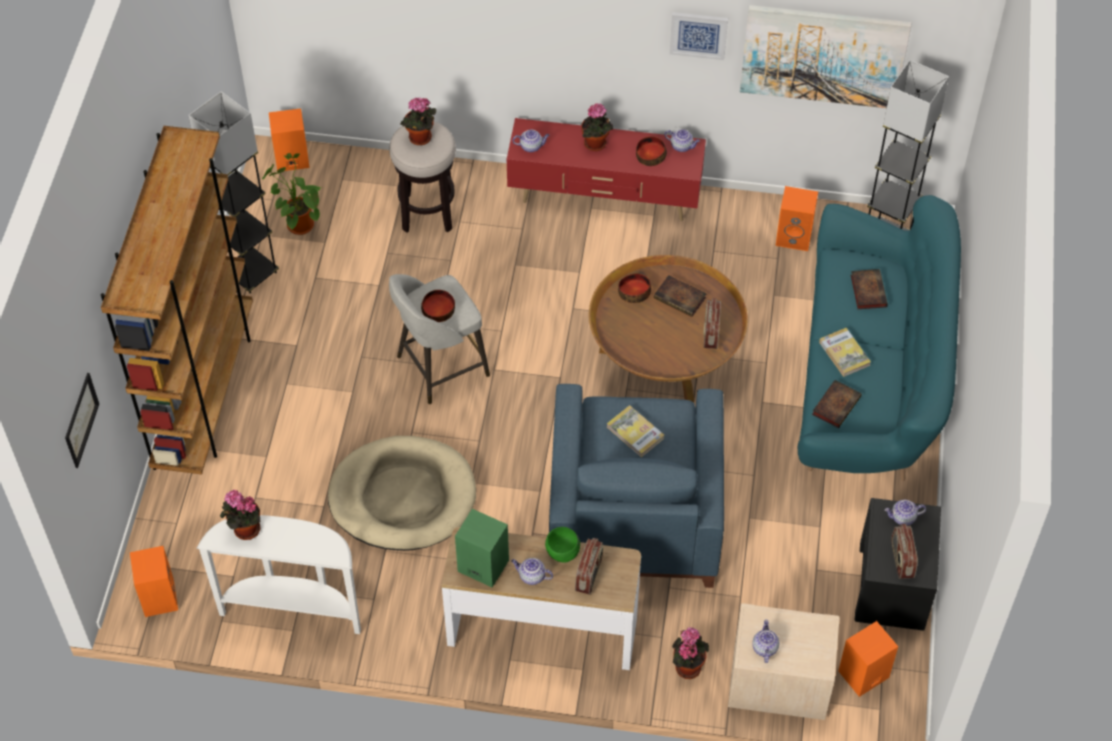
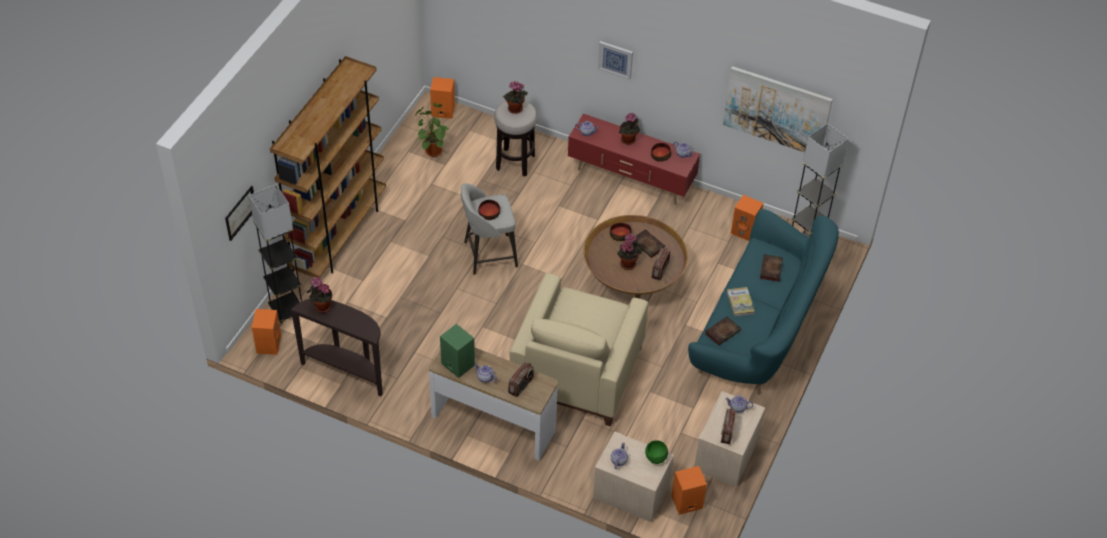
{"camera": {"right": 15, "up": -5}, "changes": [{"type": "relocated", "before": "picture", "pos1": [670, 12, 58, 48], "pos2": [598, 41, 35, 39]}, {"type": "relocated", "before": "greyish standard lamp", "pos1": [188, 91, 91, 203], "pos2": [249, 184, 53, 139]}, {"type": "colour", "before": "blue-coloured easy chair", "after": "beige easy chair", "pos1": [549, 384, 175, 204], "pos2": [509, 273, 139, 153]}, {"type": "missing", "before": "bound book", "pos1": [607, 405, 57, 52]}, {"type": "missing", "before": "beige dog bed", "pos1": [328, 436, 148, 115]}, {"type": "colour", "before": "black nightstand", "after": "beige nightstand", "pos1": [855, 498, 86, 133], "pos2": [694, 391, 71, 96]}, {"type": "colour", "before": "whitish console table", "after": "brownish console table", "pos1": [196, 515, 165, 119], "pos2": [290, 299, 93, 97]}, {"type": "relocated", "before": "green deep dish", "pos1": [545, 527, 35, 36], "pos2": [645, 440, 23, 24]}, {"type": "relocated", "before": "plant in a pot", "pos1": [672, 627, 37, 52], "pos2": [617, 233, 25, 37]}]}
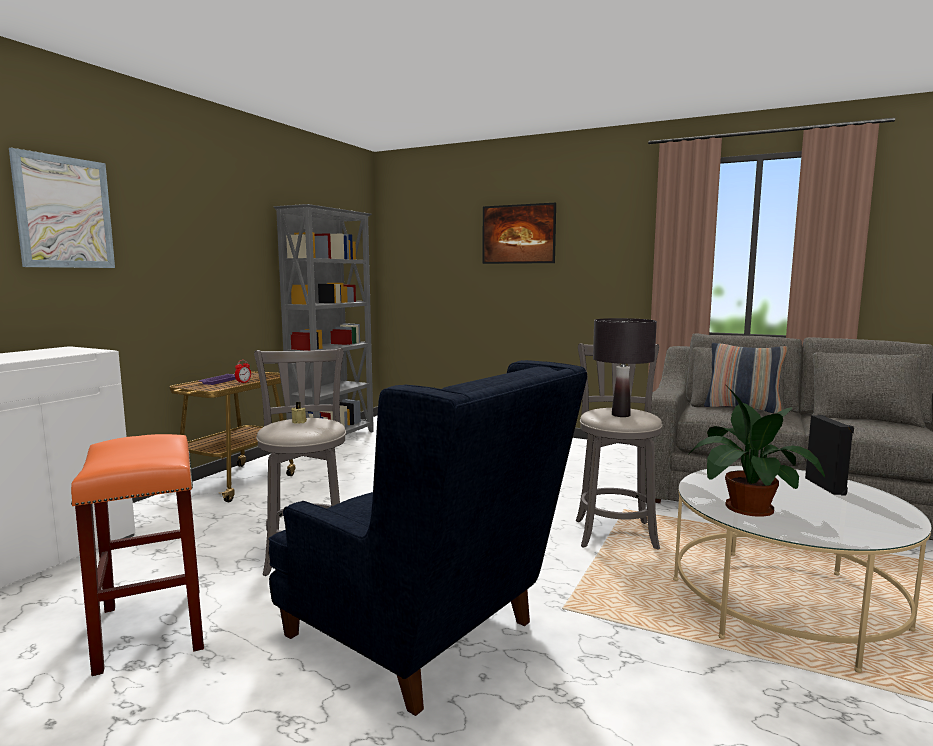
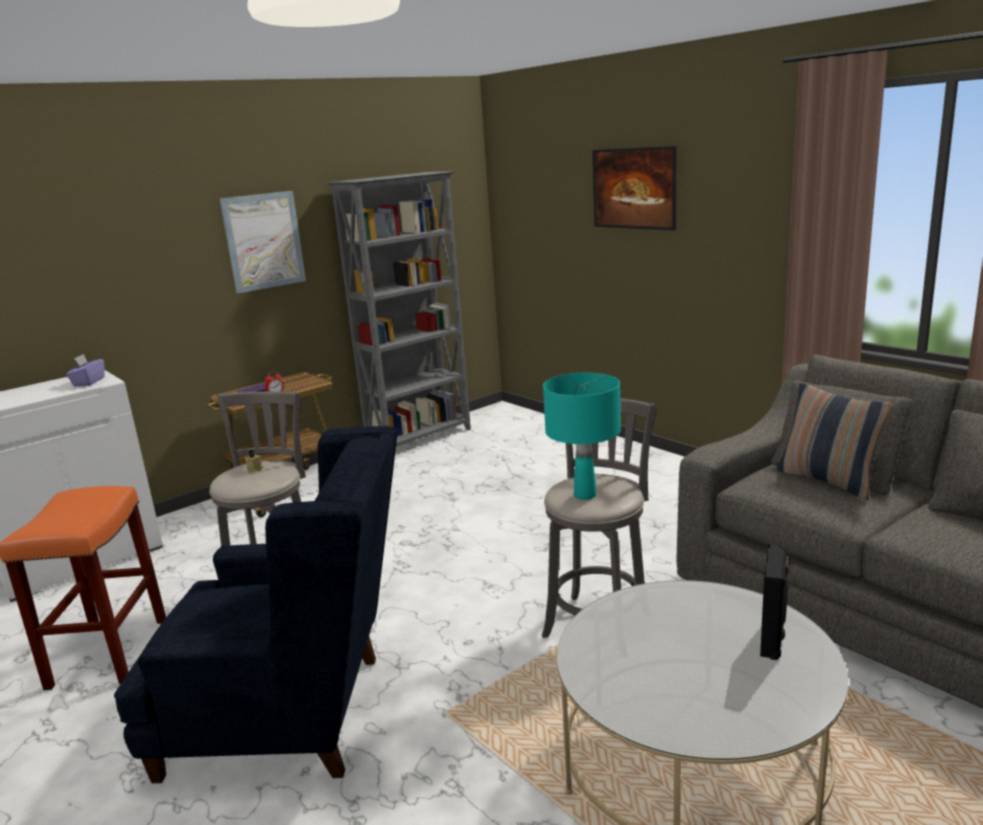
{"camera": {"right": 25, "up": 10}, "changes": [{"type": "relocated", "before": "picture", "pos1": [9, 148, 106, 120], "pos2": [220, 191, 86, 102]}, {"type": "colour", "before": "black tabletop lamp", "after": "turquoise-coloured tabletop lamp", "pos1": [593, 318, 64, 99], "pos2": [543, 373, 78, 127]}, {"type": "spun", "before": "blue-coloured easy chair", "pos1": [268, 360, 319, 356], "pos2": [114, 426, 283, 357], "turn": -60}, {"type": "missing", "before": "plant in a pot", "pos1": [688, 385, 137, 132]}, {"type": "appeared", "after": "purple tissue box", "pos2": [66, 354, 39, 32]}]}
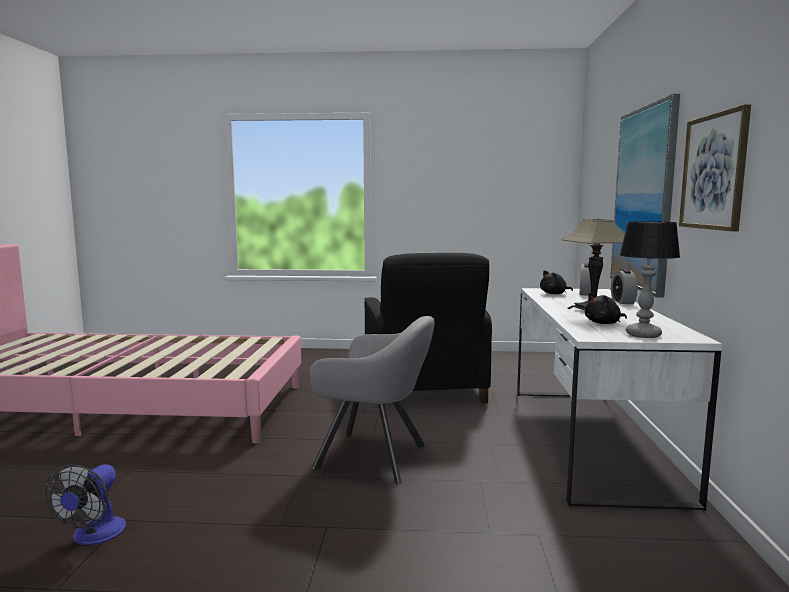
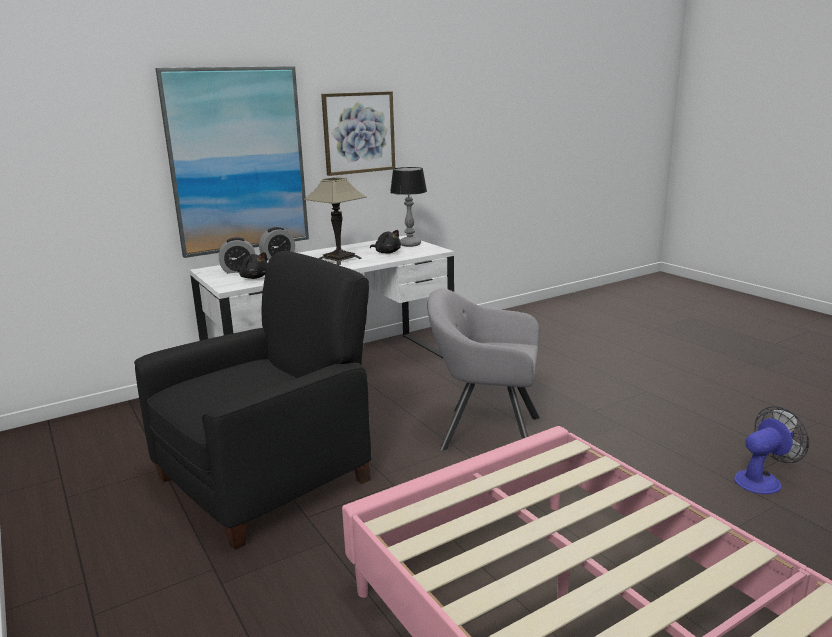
{"camera": {"right": -125, "up": 10}, "changes": [{"type": "spun", "before": "greyish easy chair", "pos1": [310, 316, 125, 168], "pos2": [427, 288, 113, 163], "turn": -60}]}
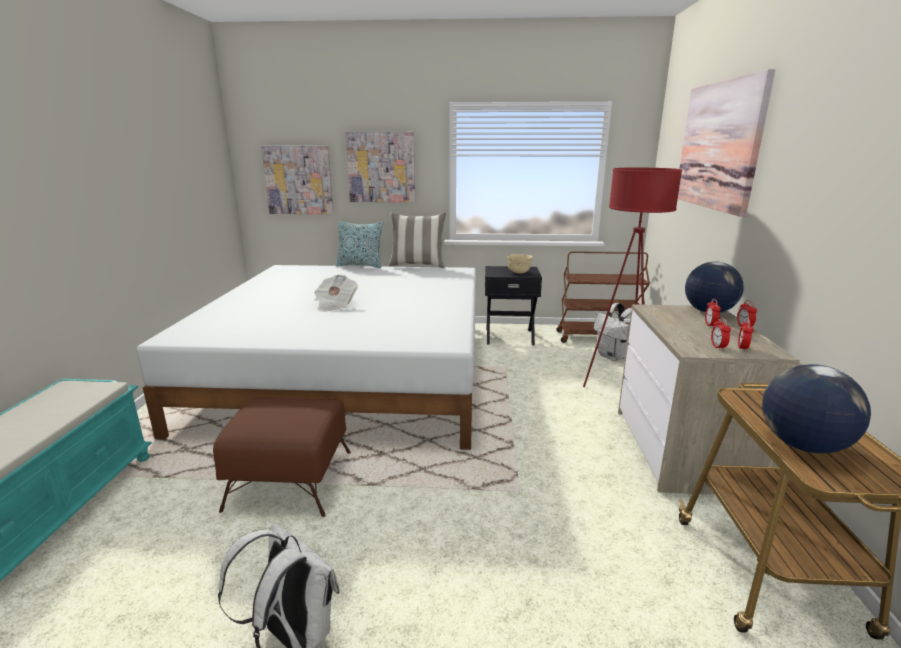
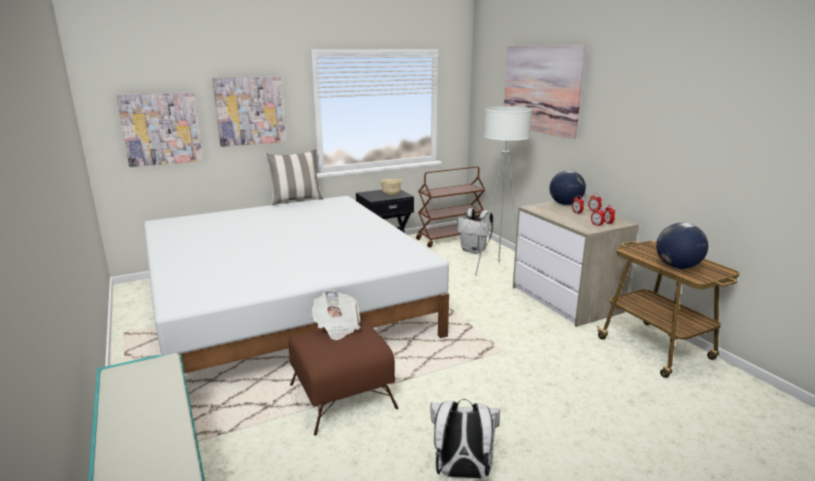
{"camera": {"right": -30, "up": 0}, "changes": [{"type": "colour", "before": "reddish standard lamp", "after": "whitish standard lamp", "pos1": [583, 168, 99, 219], "pos2": [475, 106, 57, 170]}, {"type": "missing", "before": "cushion", "pos1": [336, 222, 47, 46]}, {"type": "relocated", "before": "newspaper", "pos1": [314, 275, 44, 37], "pos2": [311, 290, 49, 50]}]}
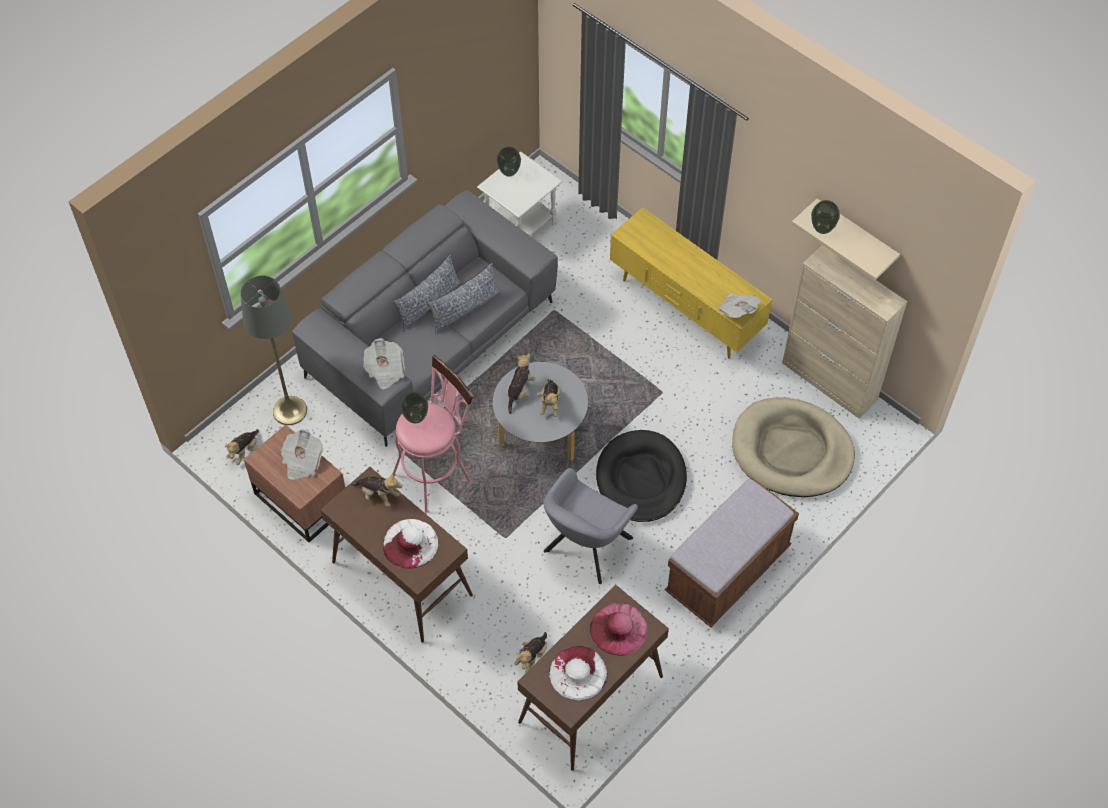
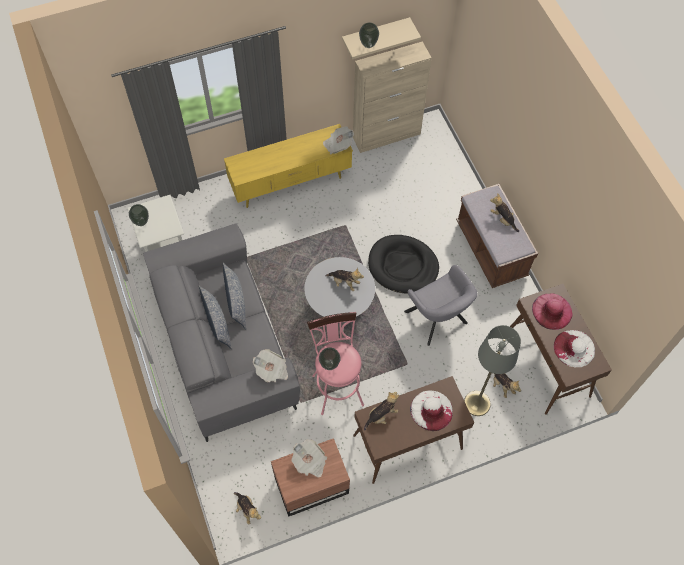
{"camera": {"right": -65, "up": 5}, "changes": [{"type": "relocated", "before": "greyish standard lamp", "pos1": [240, 276, 67, 149], "pos2": [464, 325, 57, 91]}, {"type": "relocated", "before": "cuddly toy", "pos1": [506, 354, 29, 60], "pos2": [490, 193, 29, 39]}, {"type": "missing", "before": "beige dog bed", "pos1": [732, 398, 123, 99]}]}
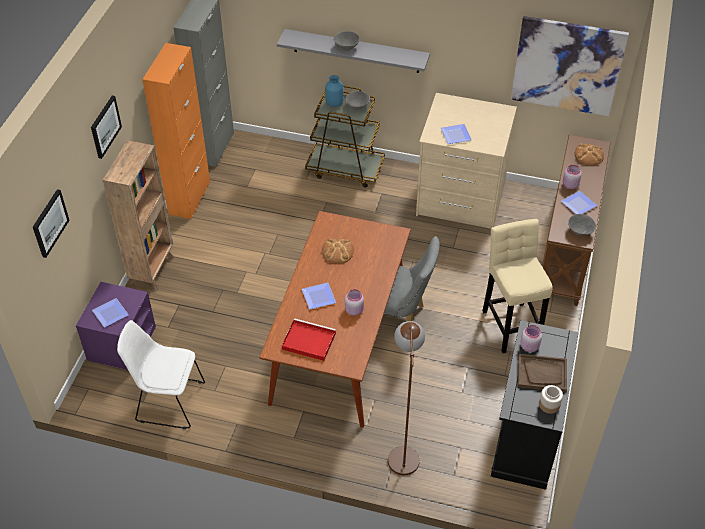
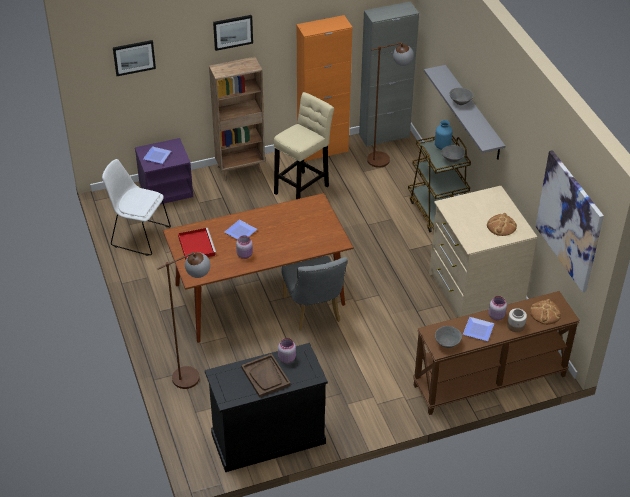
{"camera": {"right": 55, "up": -5}, "changes": [{"type": "missing", "before": "dinner plate", "pos1": [441, 124, 31, 20]}, {"type": "relocated", "before": "beige stool", "pos1": [482, 219, 70, 134], "pos2": [274, 92, 60, 107]}, {"type": "relocated", "before": "bakery bread", "pos1": [322, 238, 32, 26], "pos2": [487, 213, 30, 23]}, {"type": "spun", "before": "whitish plain chair", "pos1": [117, 320, 88, 109], "pos2": [102, 159, 69, 97], "turn": -45}, {"type": "relocated", "before": "jar", "pos1": [539, 385, 24, 29], "pos2": [507, 308, 20, 24]}, {"type": "appeared", "after": "brownish standard lamp", "pos2": [367, 42, 47, 126]}]}
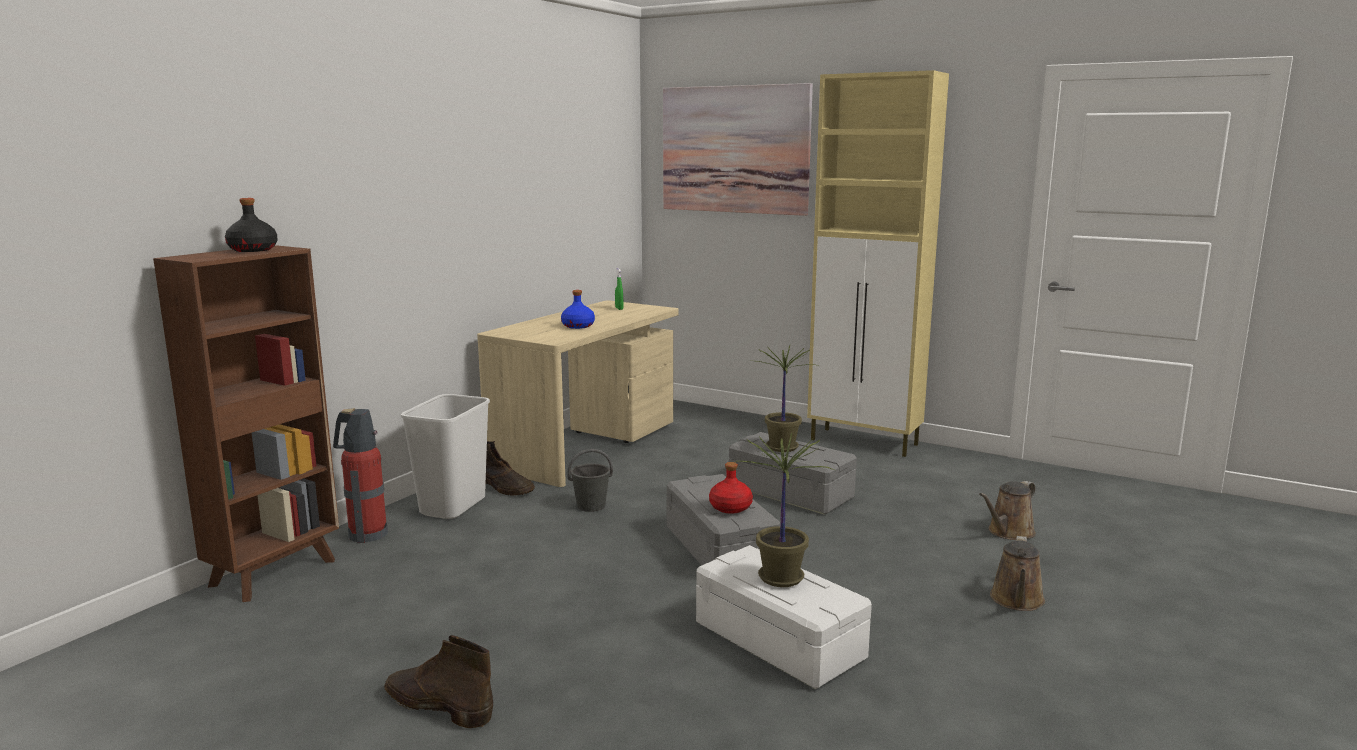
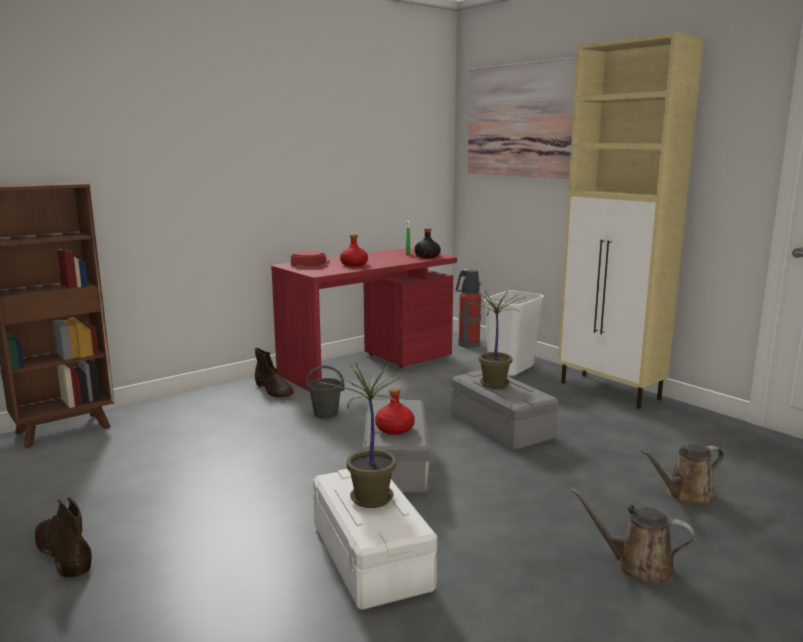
{"camera": {"right": 20, "up": 0}, "changes": [{"type": "relocated", "before": "black drink bottle", "pos1": [225, 198, 52, 54], "pos2": [414, 228, 27, 30]}, {"type": "colour", "before": "blue-coloured drink bottle", "after": "reddish drink bottle", "pos1": [561, 290, 34, 39], "pos2": [340, 234, 28, 33]}, {"type": "colour", "before": "beige desk", "after": "reddish desk", "pos1": [477, 300, 202, 187], "pos2": [271, 248, 186, 144]}, {"type": "relocated", "before": "whitish rubbish bin", "pos1": [401, 394, 89, 125], "pos2": [484, 290, 60, 86]}, {"type": "relocated", "before": "extinguisher", "pos1": [333, 408, 55, 135], "pos2": [456, 269, 25, 79]}, {"type": "spun", "before": "brownish sprinkling can", "pos1": [990, 536, 55, 75], "pos2": [570, 488, 124, 96], "turn": 75}, {"type": "appeared", "after": "reddish cap", "pos2": [291, 251, 39, 17]}]}
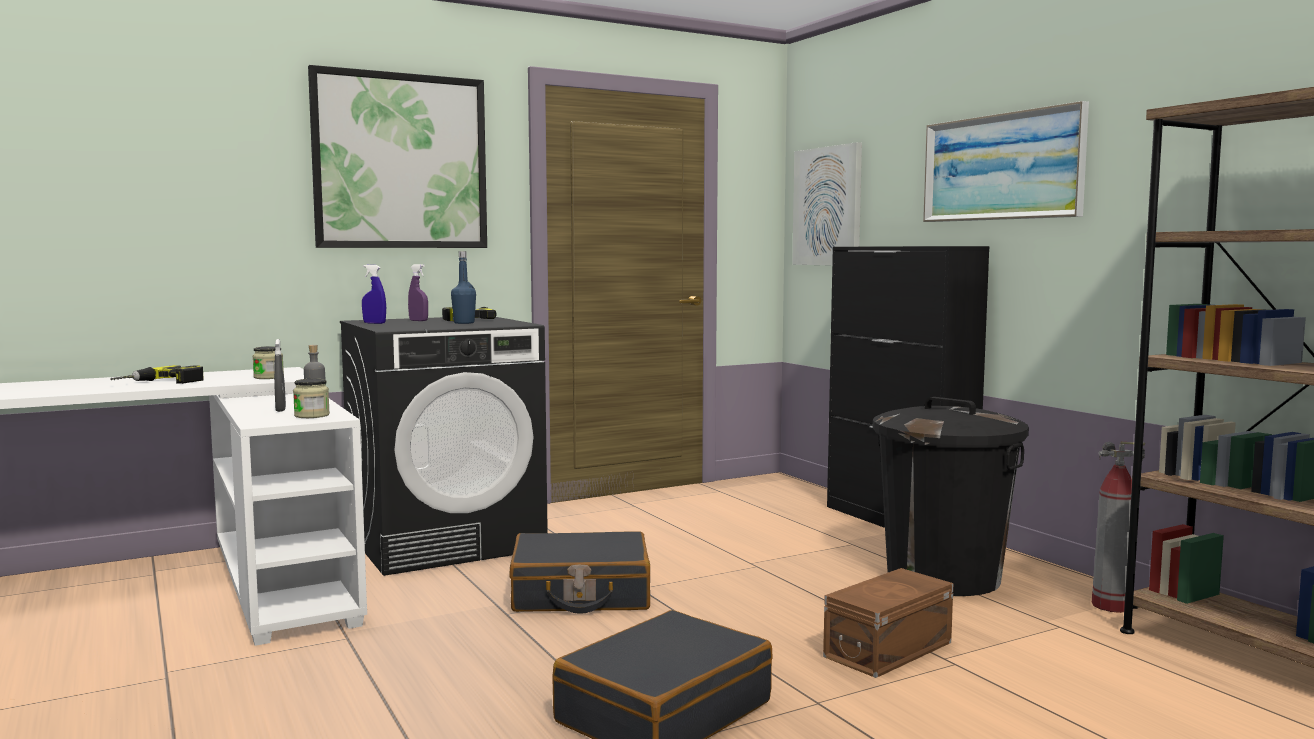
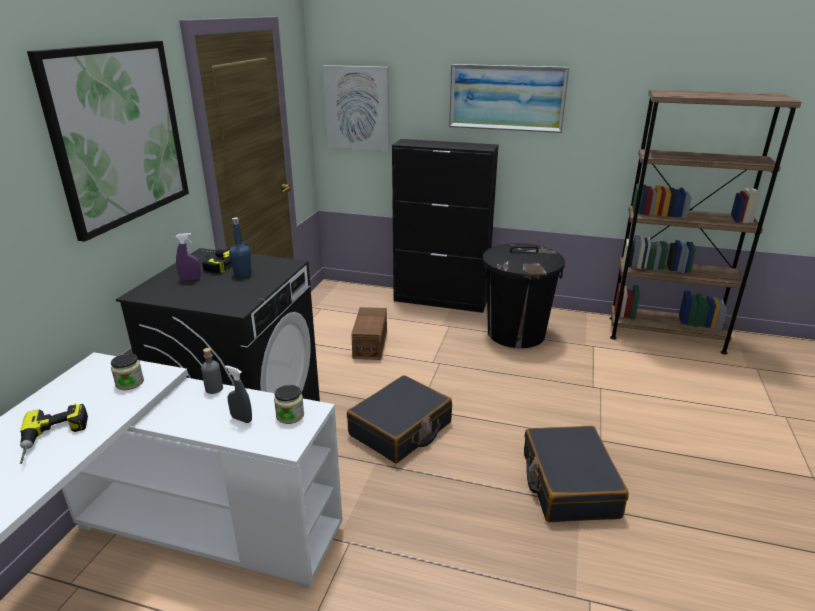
{"camera": {"right": -45, "up": 20}, "changes": [{"type": "missing", "before": "blue-coloured sprayer", "pos1": [362, 265, 24, 59]}, {"type": "missing", "before": "extinguisher", "pos1": [1092, 442, 53, 171]}, {"type": "relocated", "before": "brownish storage box", "pos1": [823, 568, 130, 110], "pos2": [351, 307, 36, 53]}]}
